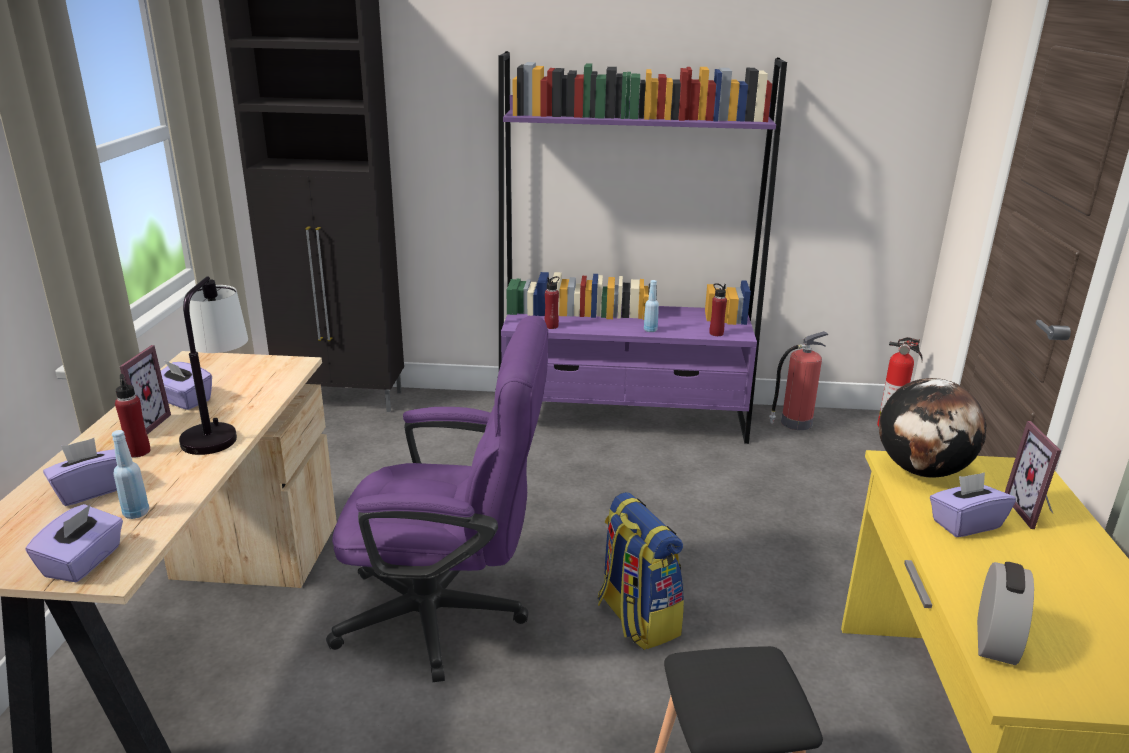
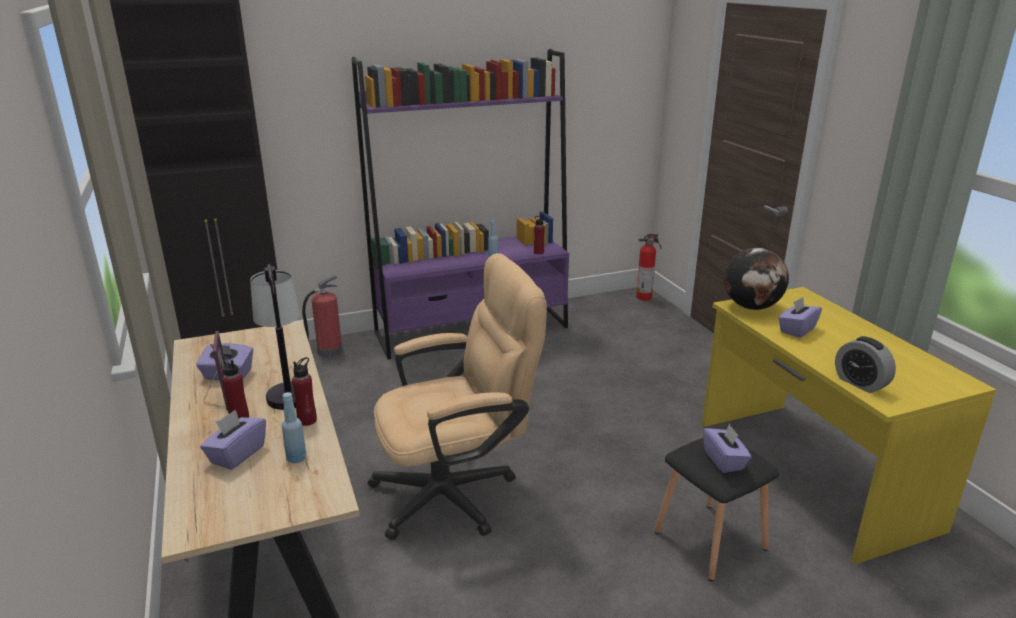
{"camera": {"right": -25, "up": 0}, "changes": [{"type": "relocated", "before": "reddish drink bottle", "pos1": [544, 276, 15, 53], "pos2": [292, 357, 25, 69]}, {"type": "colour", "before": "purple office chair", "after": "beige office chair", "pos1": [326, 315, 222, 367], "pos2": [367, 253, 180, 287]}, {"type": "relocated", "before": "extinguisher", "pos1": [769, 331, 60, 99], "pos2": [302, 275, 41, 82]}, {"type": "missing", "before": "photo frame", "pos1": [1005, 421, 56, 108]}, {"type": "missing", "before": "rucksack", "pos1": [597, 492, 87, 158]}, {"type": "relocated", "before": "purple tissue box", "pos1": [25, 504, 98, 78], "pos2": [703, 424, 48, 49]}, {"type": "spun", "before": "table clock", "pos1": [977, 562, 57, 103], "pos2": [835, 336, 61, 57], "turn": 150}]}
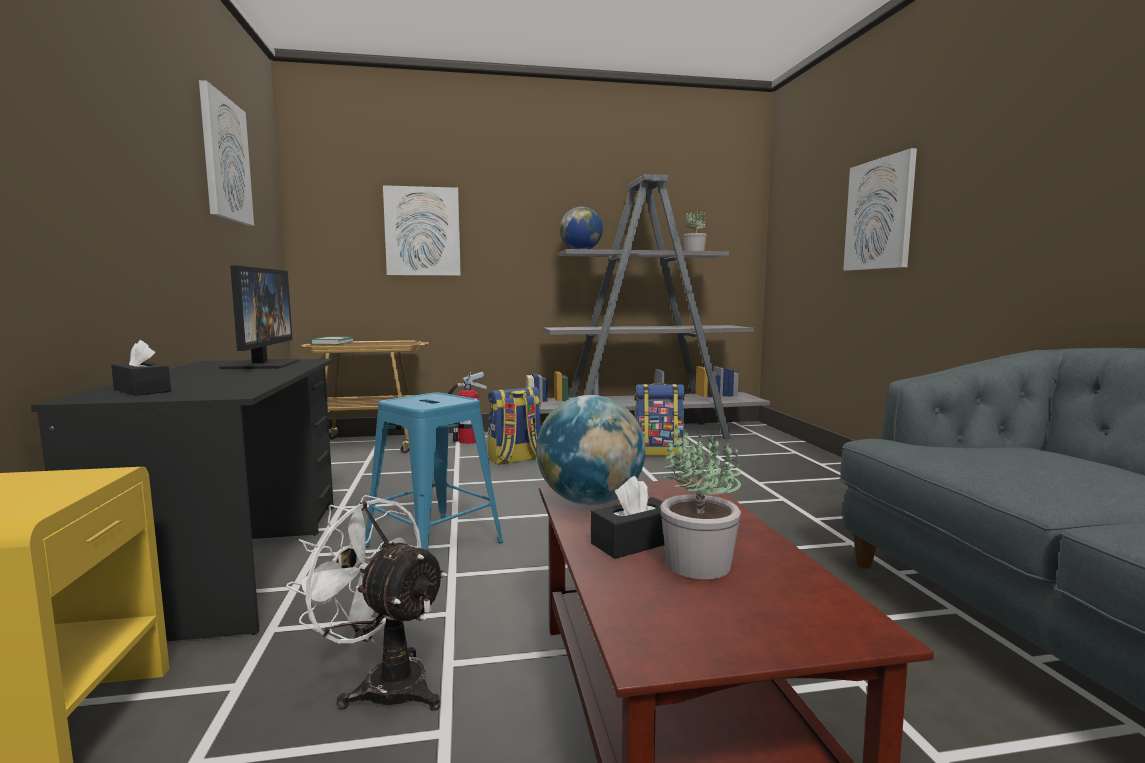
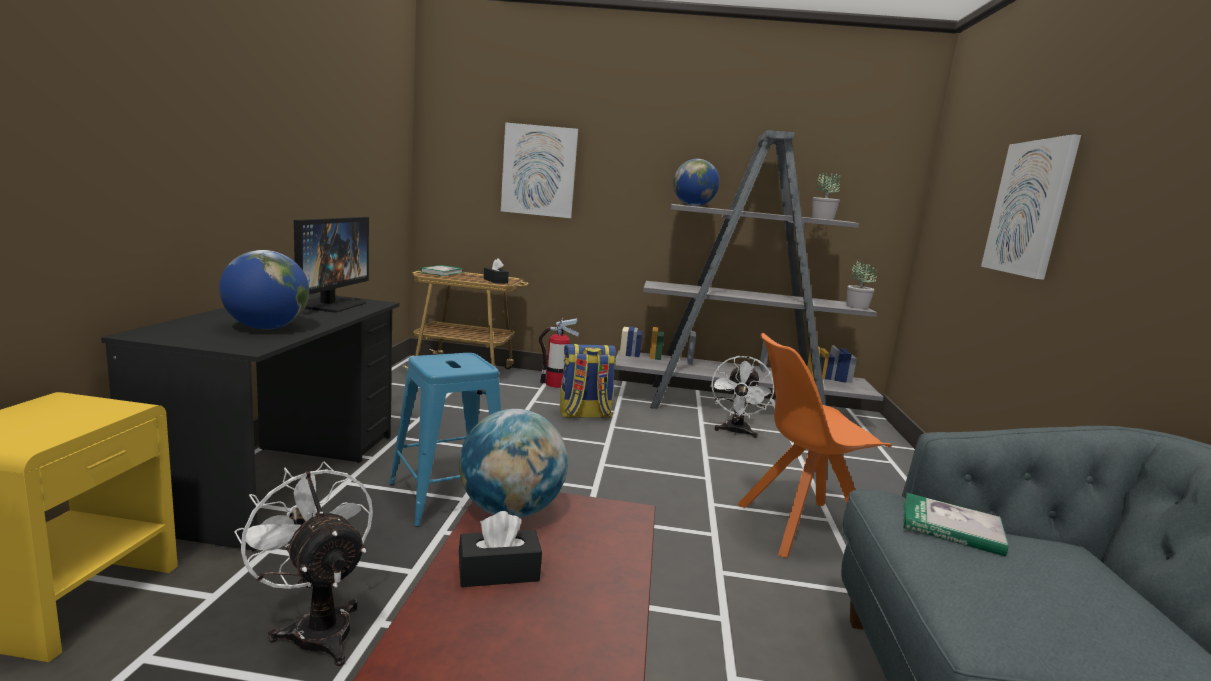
{"camera": {"right": 15, "up": 5}, "changes": [{"type": "missing", "before": "picture", "pos1": [199, 80, 55, 146]}, {"type": "relocated", "before": "black tissue box", "pos1": [111, 340, 60, 56], "pos2": [484, 259, 25, 24]}, {"type": "exchanged", "before": "rucksack", "after": "whitish fan", "pos1": [634, 383, 51, 73], "pos2": [710, 356, 64, 82]}, {"type": "relocated", "before": "plant in a pot", "pos1": [661, 425, 80, 154], "pos2": [846, 260, 31, 49]}, {"type": "appeared", "after": "desk globe", "pos2": [219, 250, 90, 79]}, {"type": "appeared", "after": "orange-coloured plain chair", "pos2": [737, 333, 155, 225]}, {"type": "appeared", "after": "bound book", "pos2": [903, 493, 106, 64]}]}
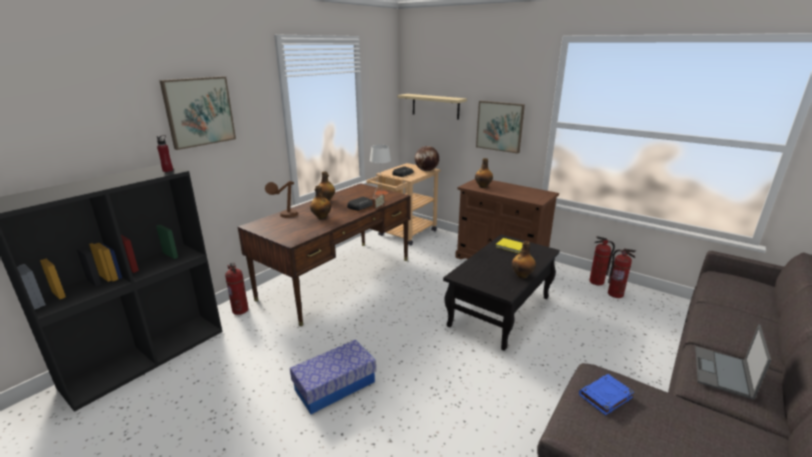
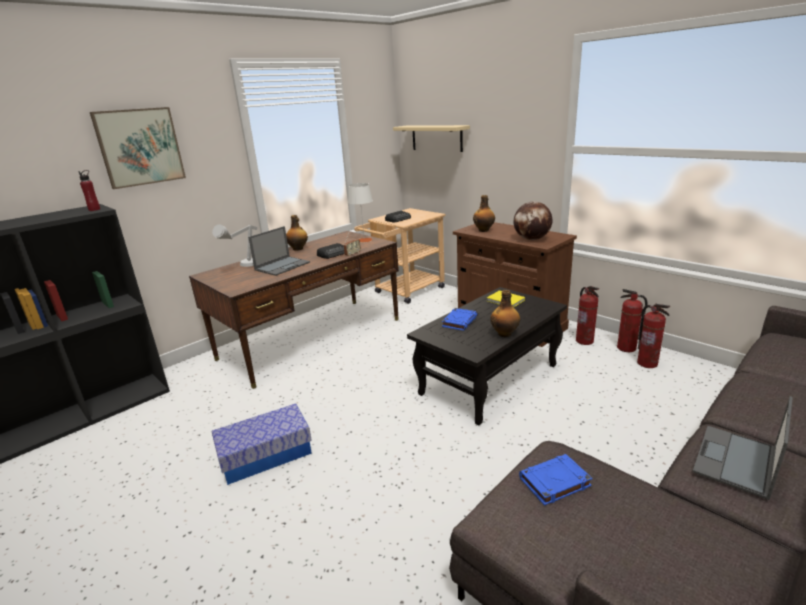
{"camera": {"right": 10, "up": 0}, "changes": [{"type": "missing", "before": "picture", "pos1": [476, 101, 49, 53]}, {"type": "relocated", "before": "desk globe", "pos1": [415, 146, 24, 25], "pos2": [514, 202, 38, 38]}, {"type": "colour", "before": "brownish tabletop lamp", "after": "greyish tabletop lamp", "pos1": [265, 181, 33, 37], "pos2": [212, 224, 45, 43]}, {"type": "exchanged", "before": "drink bottle", "after": "notebook computer", "pos1": [310, 186, 21, 33], "pos2": [248, 226, 62, 50]}, {"type": "relocated", "before": "extinguisher", "pos1": [225, 263, 23, 52], "pos2": [576, 286, 23, 59]}, {"type": "appeared", "after": "blue-coloured bound book", "pos2": [442, 308, 36, 23]}]}
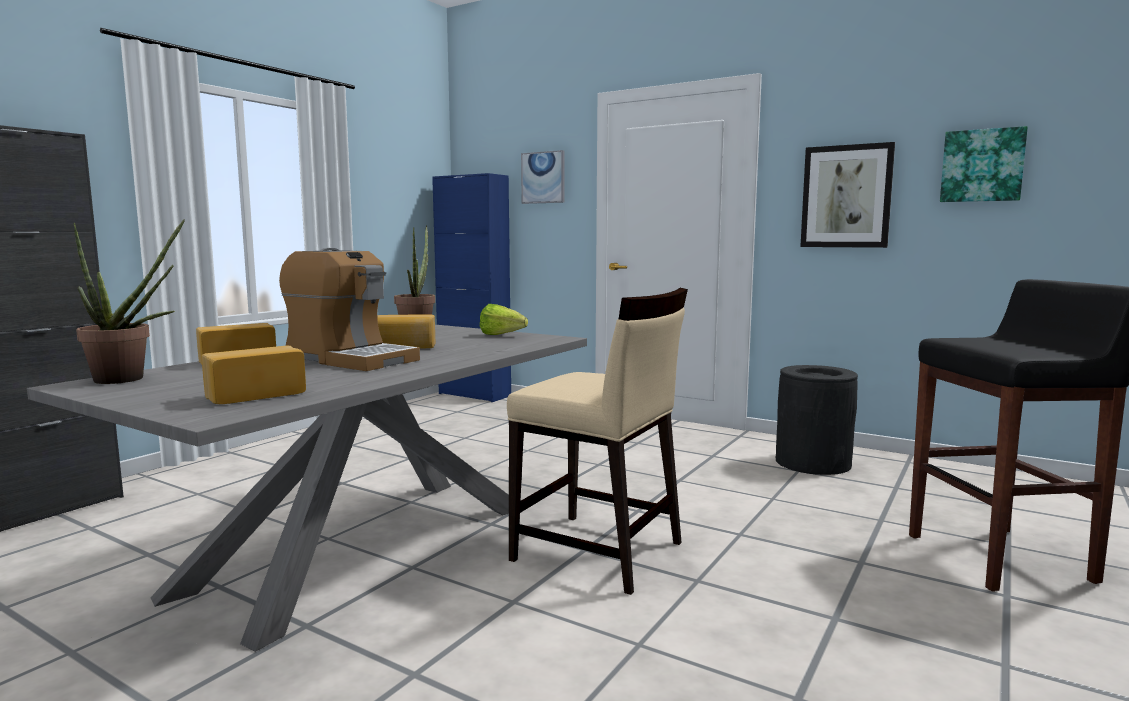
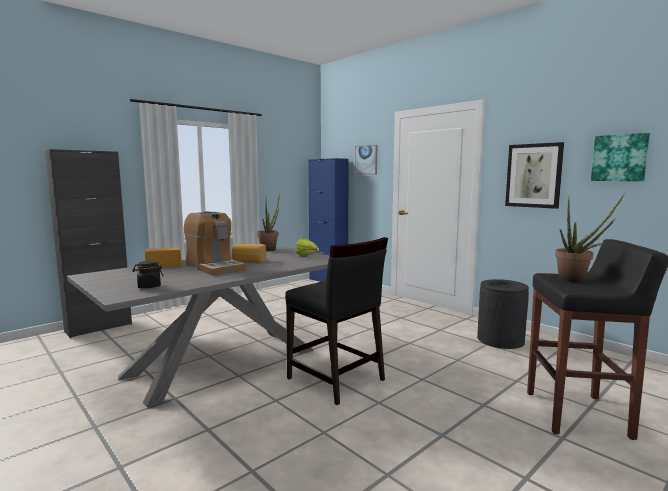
{"camera": {"right": 15, "up": 0}, "changes": [{"type": "relocated", "before": "plant in a pot", "pos1": [73, 220, 112, 164], "pos2": [555, 194, 69, 88]}, {"type": "colour", "before": "beige plain chair", "after": "black plain chair", "pos1": [507, 288, 181, 307], "pos2": [285, 237, 103, 168]}, {"type": "exchanged", "before": "bakery bread", "after": "black jar", "pos1": [202, 346, 104, 58], "pos2": [133, 261, 30, 27]}]}
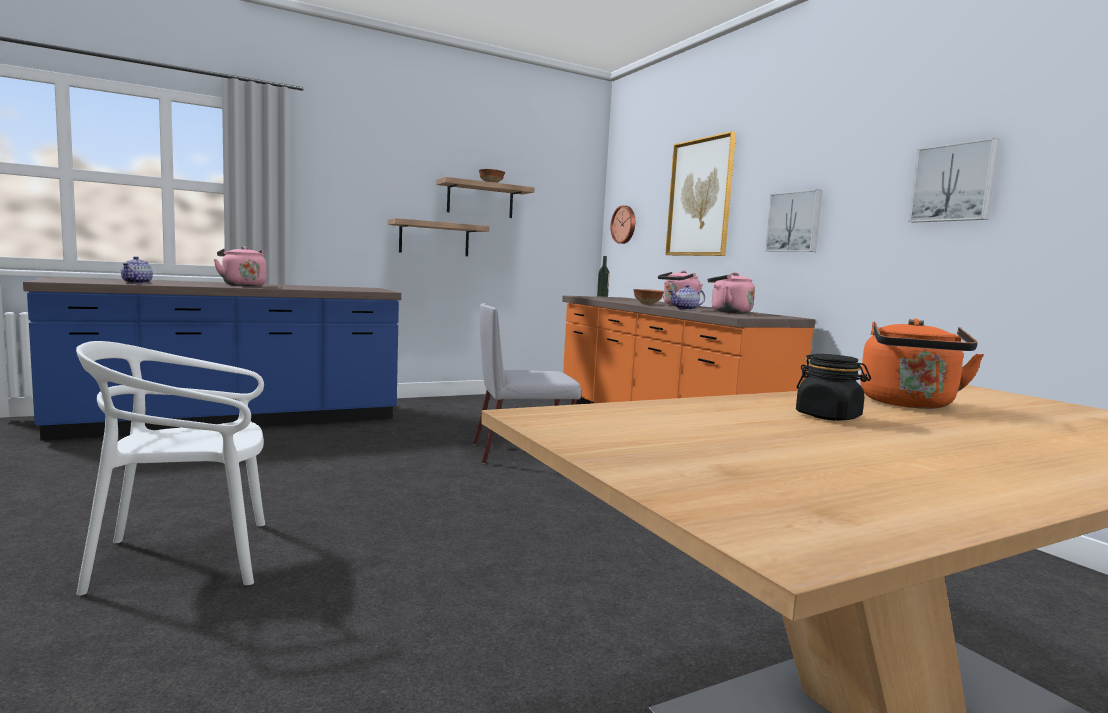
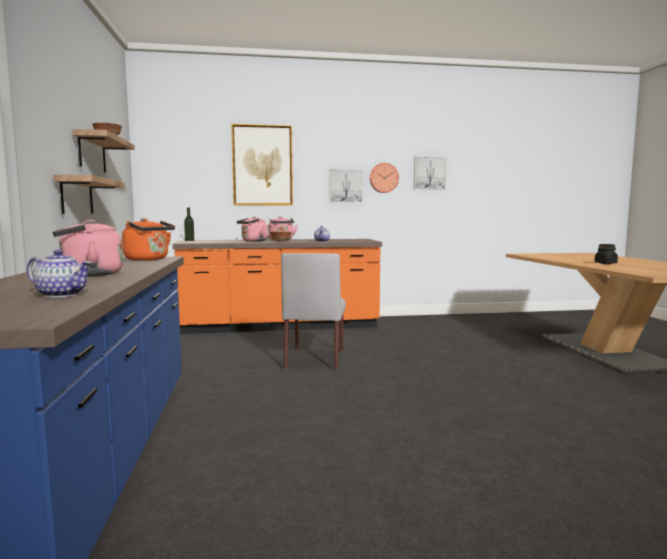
{"camera": {"right": -70, "up": 0}, "changes": [{"type": "relocated", "before": "wall clock", "pos1": [611, 205, 24, 39], "pos2": [370, 163, 29, 30]}, {"type": "relocated", "before": "pinkish water kettle", "pos1": [708, 272, 47, 41], "pos2": [237, 216, 30, 26]}, {"type": "relocated", "before": "orange-coloured water kettle", "pos1": [860, 319, 124, 90], "pos2": [122, 218, 53, 43]}, {"type": "missing", "before": "whitish plain chair", "pos1": [76, 341, 189, 255]}]}
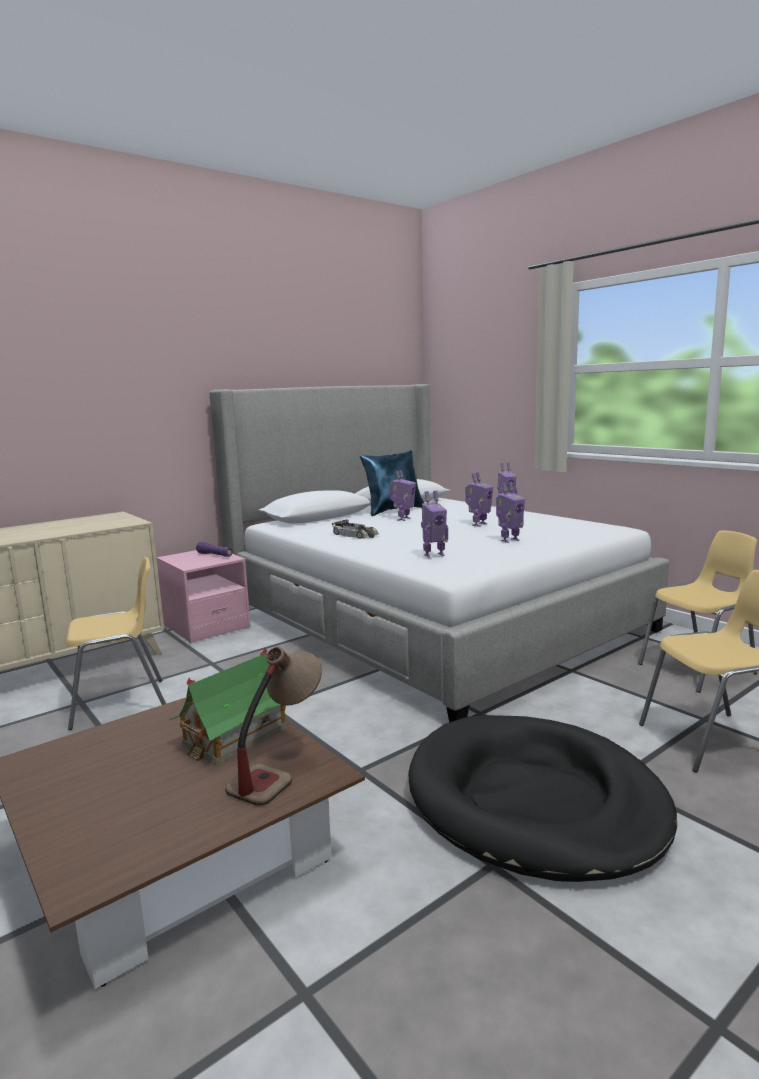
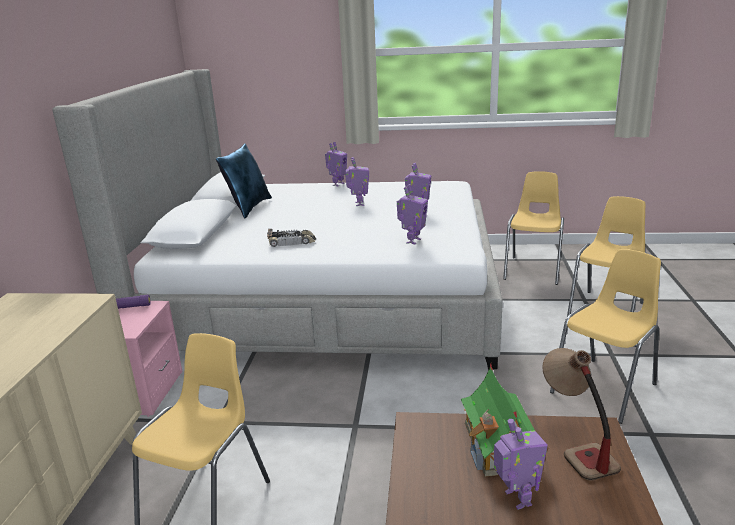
{"camera": {"right": -45, "up": 10}, "changes": [{"type": "relocated", "before": "model robot", "pos1": [389, 470, 27, 51], "pos2": [494, 419, 54, 91]}, {"type": "exchanged", "before": "black dog bed", "after": "yellow-coloured plain chair", "pos1": [408, 715, 269, 167], "pos2": [550, 249, 111, 175]}]}
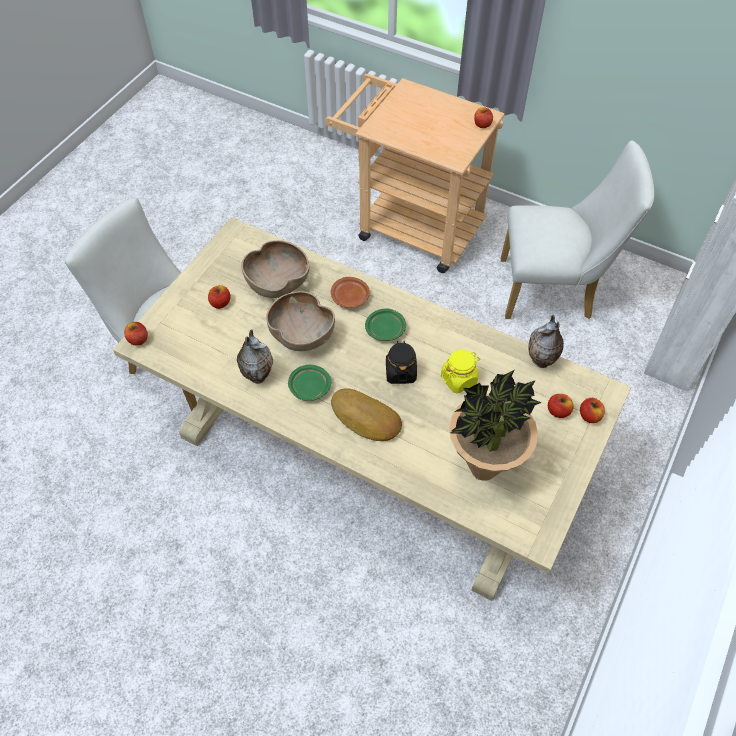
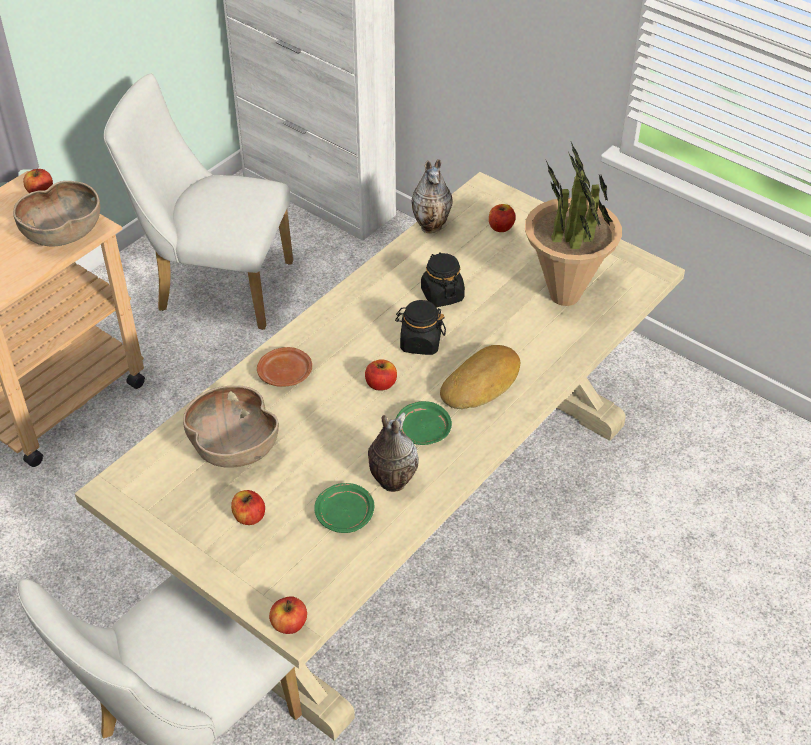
{"camera": {"right": -80, "up": -10}, "changes": [{"type": "spun", "before": "whitish plain chair", "pos1": [501, 141, 153, 178], "pos2": [104, 74, 189, 256], "turn": -90}, {"type": "relocated", "before": "brownish deep dish", "pos1": [266, 291, 69, 60], "pos2": [13, 181, 87, 66]}, {"type": "relocated", "before": "green dinner plate", "pos1": [365, 309, 41, 32], "pos2": [314, 483, 60, 50]}, {"type": "colour", "before": "yellow-coloured jar", "after": "black jar", "pos1": [441, 350, 39, 44], "pos2": [421, 252, 44, 55]}, {"type": "relocated", "before": "whole apple", "pos1": [580, 398, 25, 25], "pos2": [365, 359, 32, 32]}]}
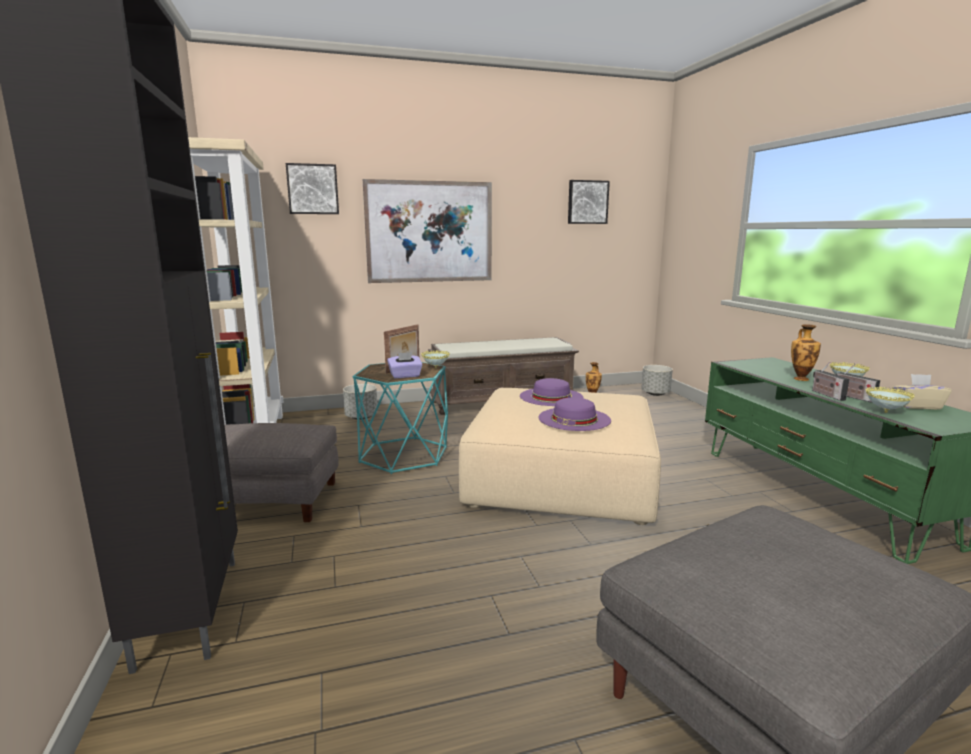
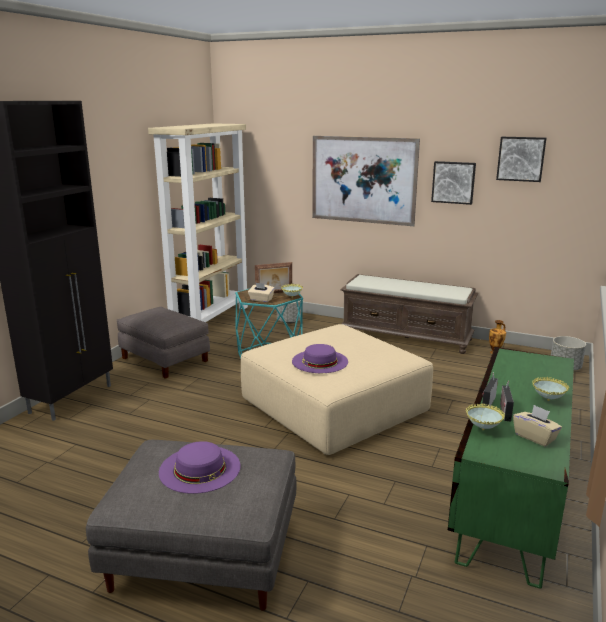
{"camera": {"right": 40, "up": 5}, "changes": [{"type": "relocated", "before": "picture", "pos1": [286, 163, 53, 51], "pos2": [431, 161, 45, 44]}, {"type": "missing", "before": "flower vase", "pos1": [791, 324, 30, 57]}, {"type": "colour", "before": "purple tissue box", "after": "beige tissue box", "pos1": [387, 352, 35, 26], "pos2": [248, 282, 26, 20]}, {"type": "relocated", "before": "purple hat", "pos1": [520, 378, 64, 28], "pos2": [159, 441, 82, 53]}]}
